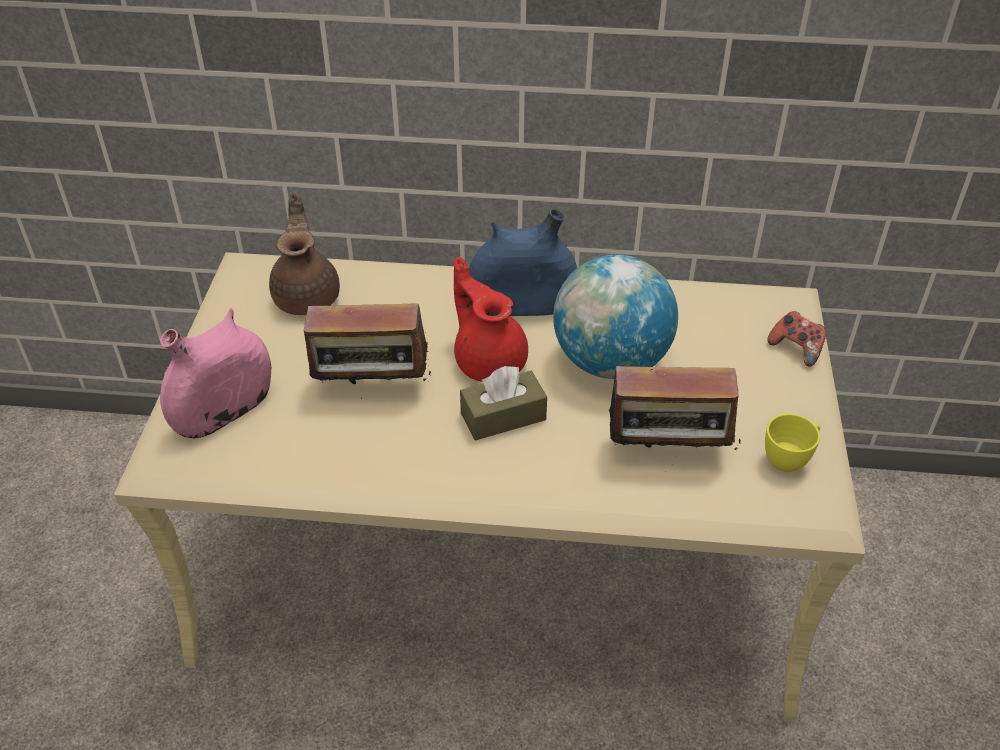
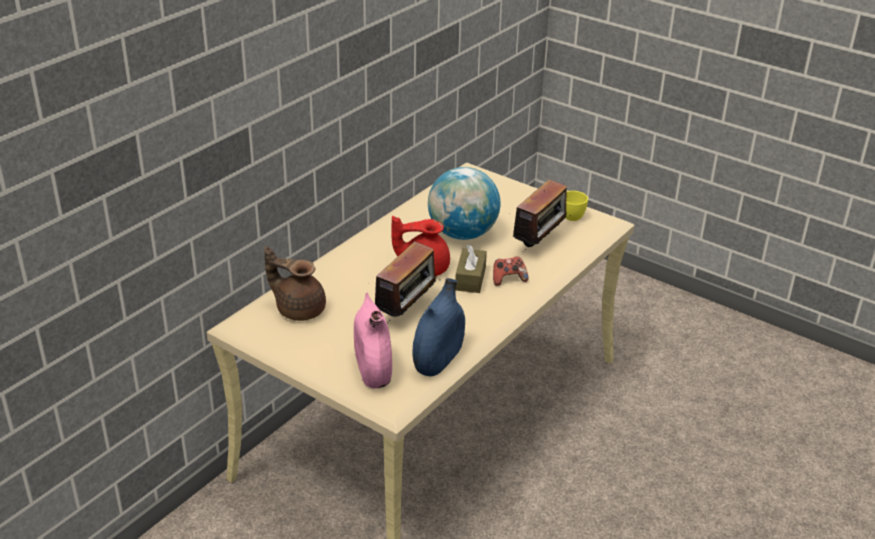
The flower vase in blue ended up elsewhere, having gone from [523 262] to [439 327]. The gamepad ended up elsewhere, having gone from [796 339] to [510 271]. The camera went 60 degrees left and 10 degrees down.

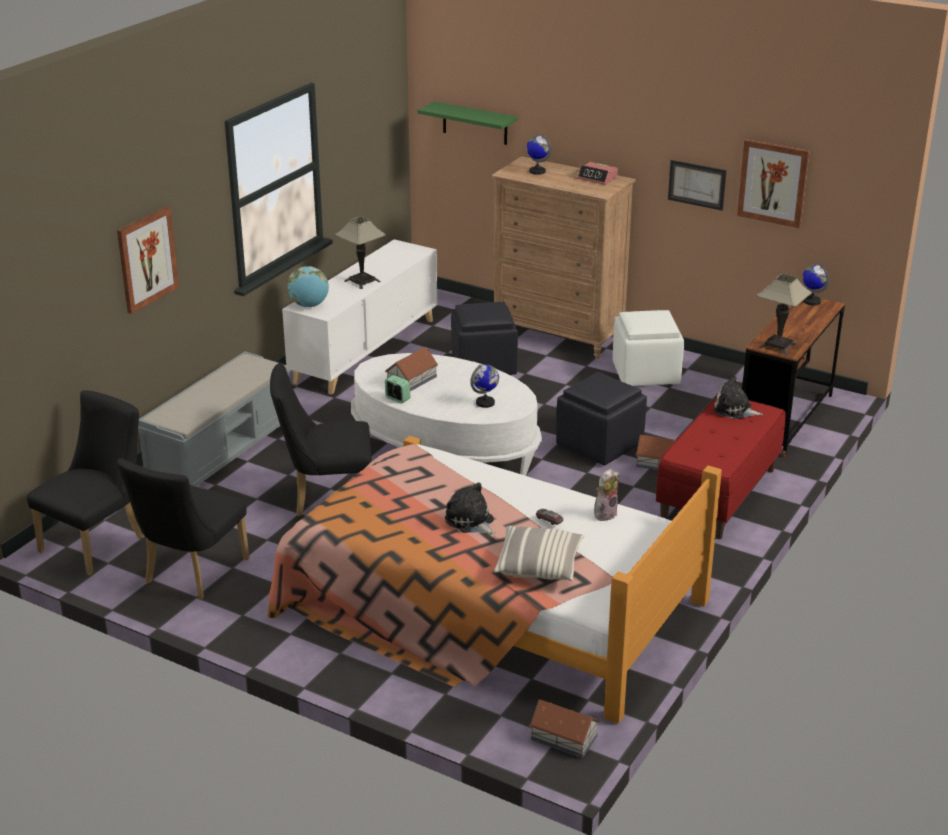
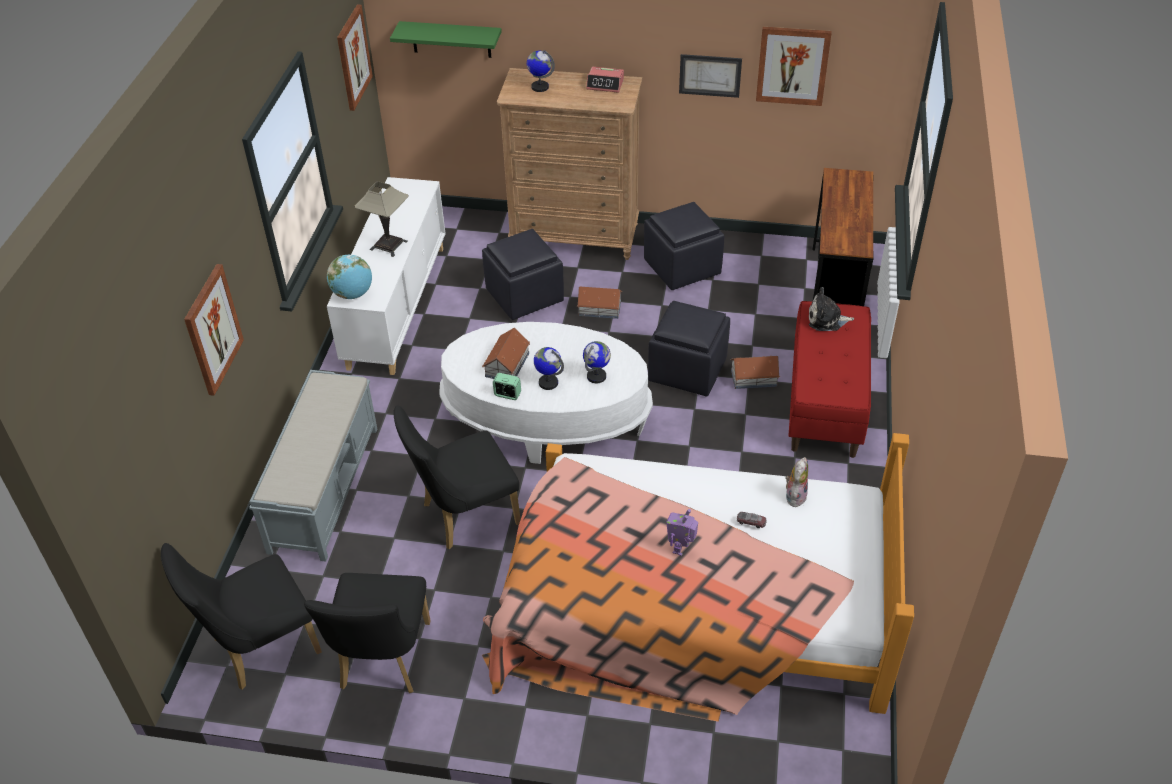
The world globe ended up elsewhere, having gone from [815 285] to [549 368]. The second view lost the lamp for a table at [784 314]. What was the pouffe in white at [648 348] turned into the pouffe in black-coloured at [684 246]. The chair in black-coloured at [85 482] ended up facing another way, 135 degrees counterclockwise from before. Where the soft toy stood at [470 508], the robot figure came to stand at [682 532]. The second view lost the pillow at [539 553]. The miniature house ended up elsewhere, having gone from [564 729] to [599 303]. The second view gained the wall art at [355 57]. The camera went 20 degrees left and 15 degrees up.

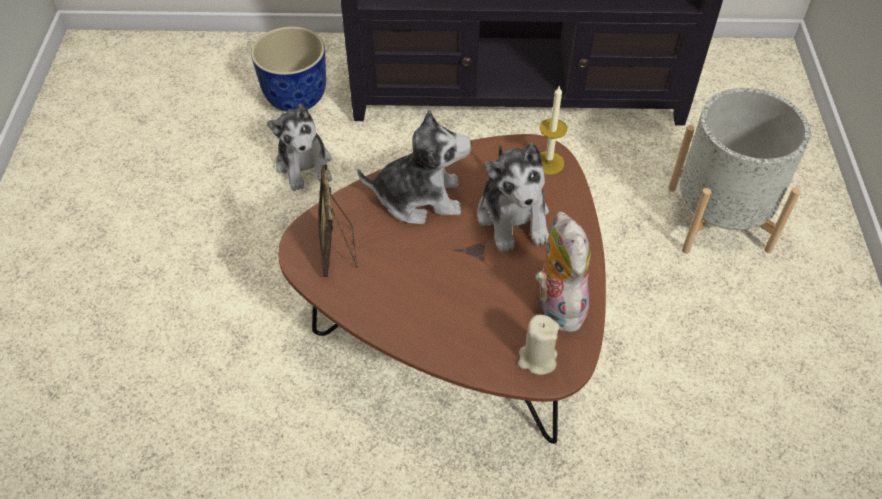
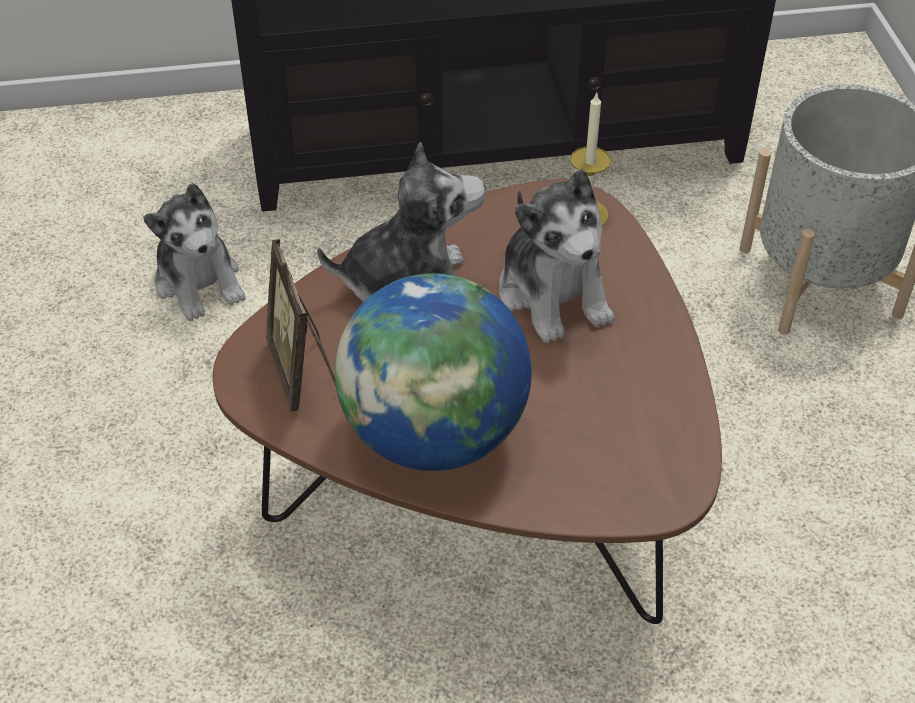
The second view lost the flower pot at [288 69]. The second view lost the soft toy at [563 271]. The second view lost the wax light in beige at [539 345]. The second view gained the world globe at [433 372]. The camera went 10 degrees left and 5 degrees down.

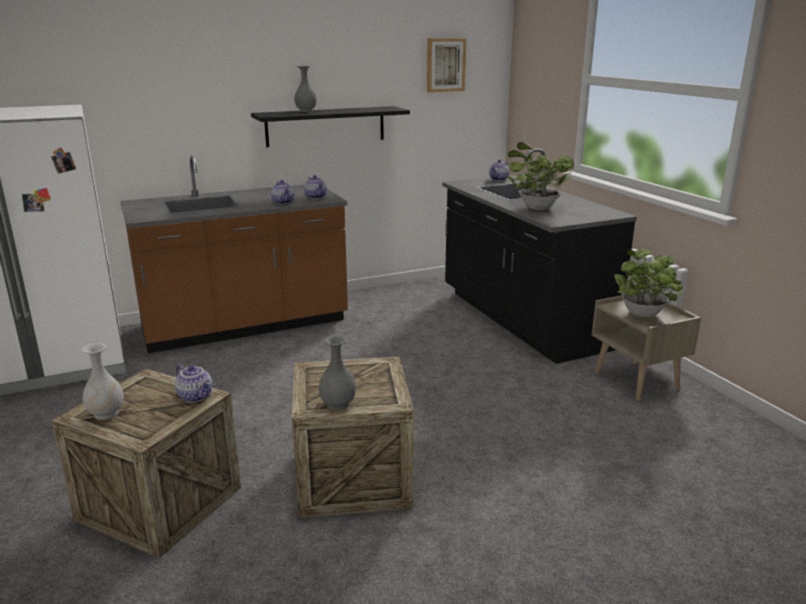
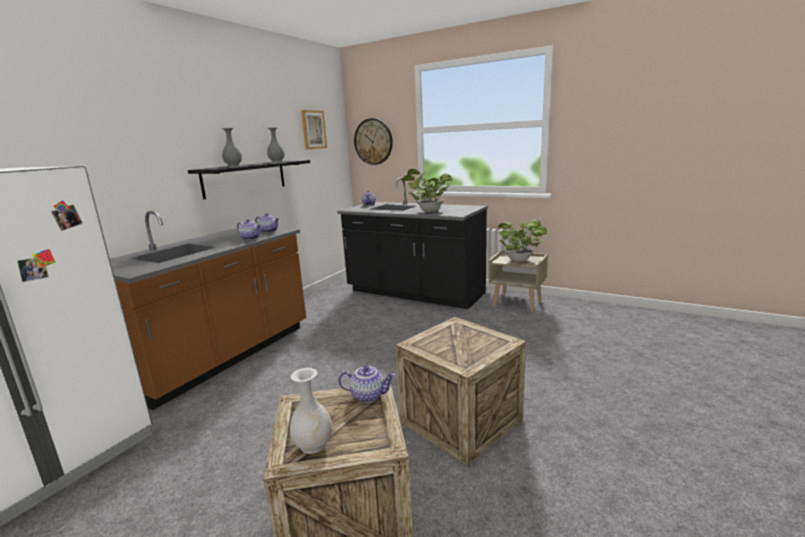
The flower vase in greyish ended up elsewhere, having gone from [337 372] to [276 145]. The second view gained the hanging clock at [373 141]. The camera went 35 degrees left and 5 degrees down.

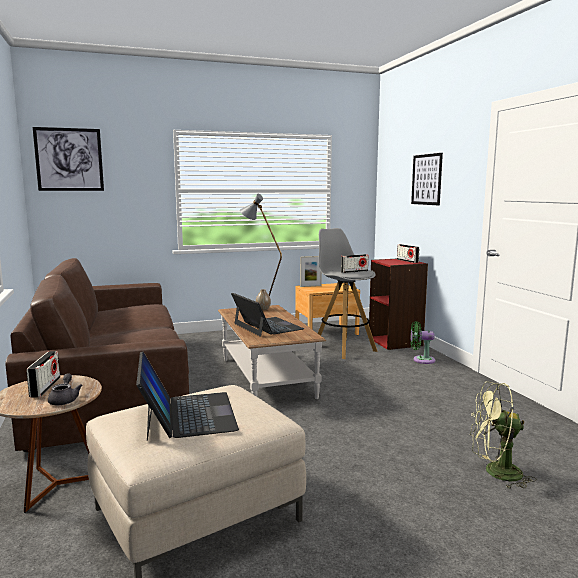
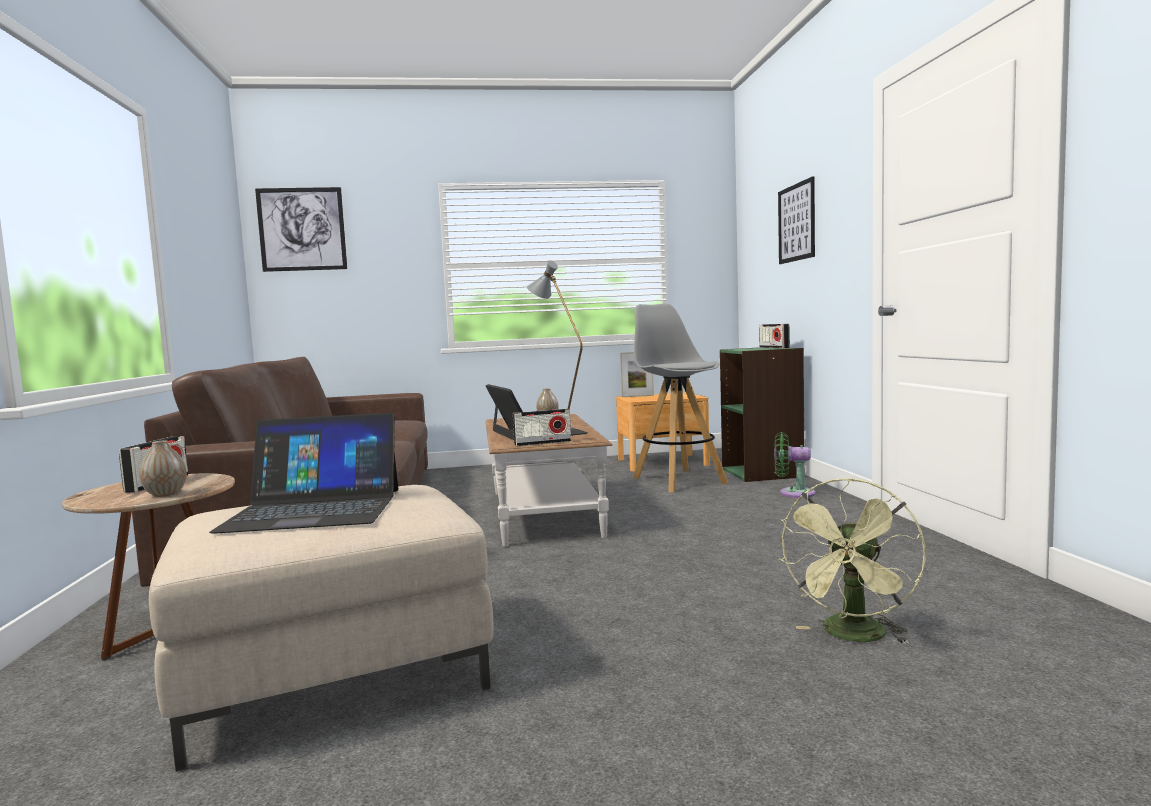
The radio receiver ended up elsewhere, having gone from [354 263] to [542 427]. What was the bookcase in red at [398 304] turned into the bookcase in greenish at [762 414]. The laptop at [187 396] ended up facing another way, 90 degrees clockwise from before. Where the teapot in greyish stood at [65 389], the flower vase came to stand at [163 469]. The cooling fan in greenish at [503 435] ended up facing another way, 75 degrees counterclockwise from before. The camera went 10 degrees right and 5 degrees down.

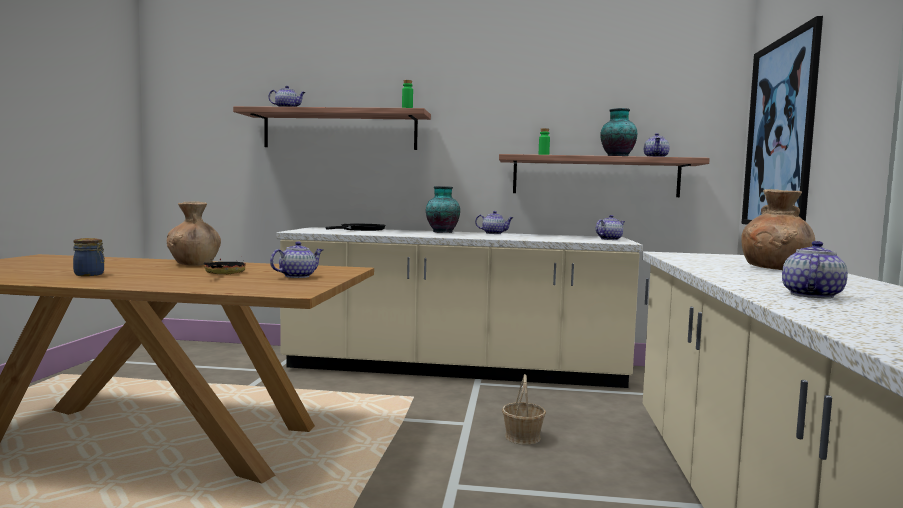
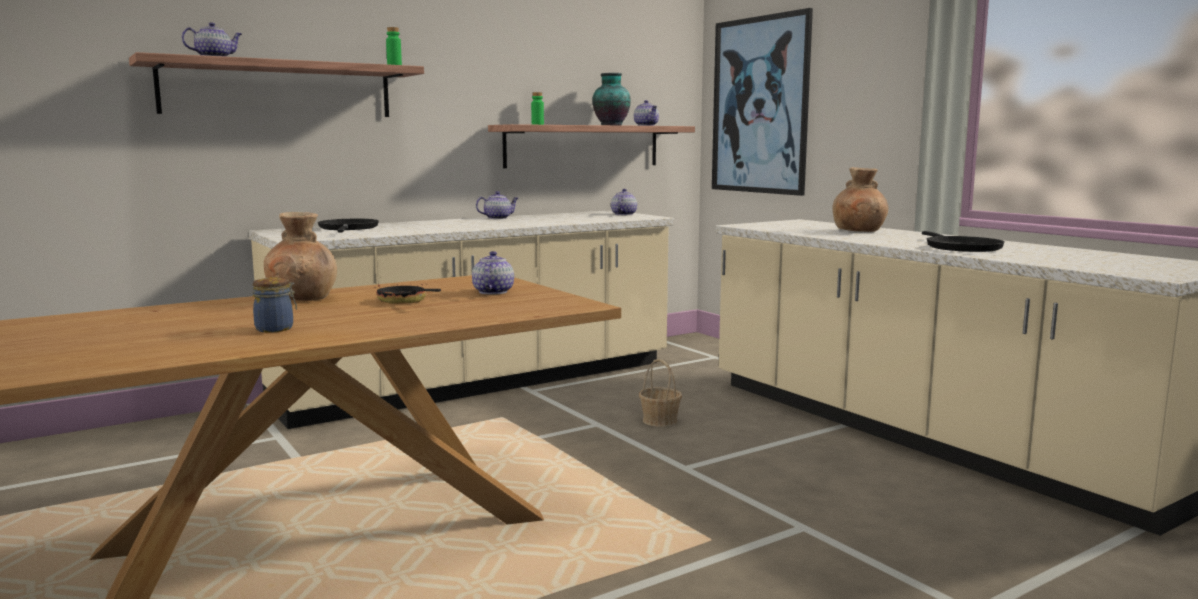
The second view lost the flower vase at [443 209]. Where the teapot stood at [815 270], the frying pan in black-coloured came to stand at [963 241]. The camera went 40 degrees left and 5 degrees up.

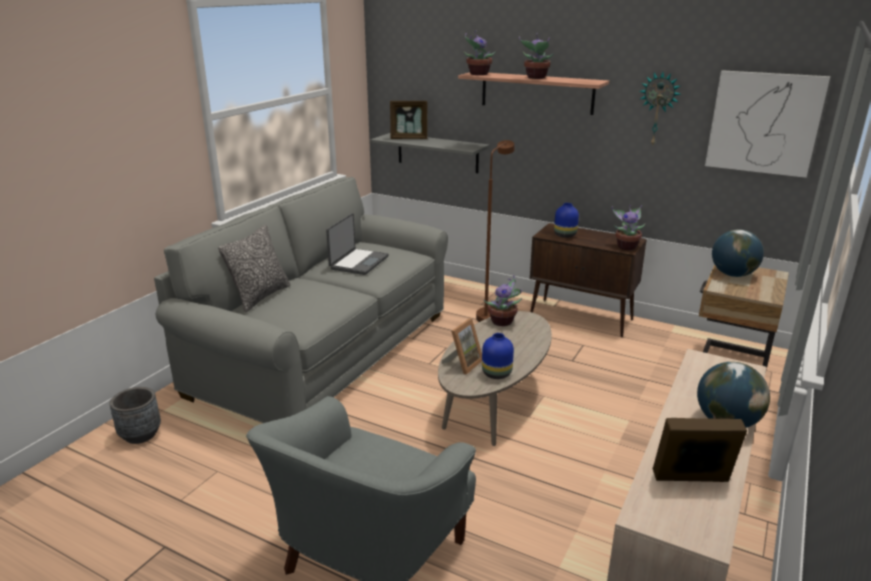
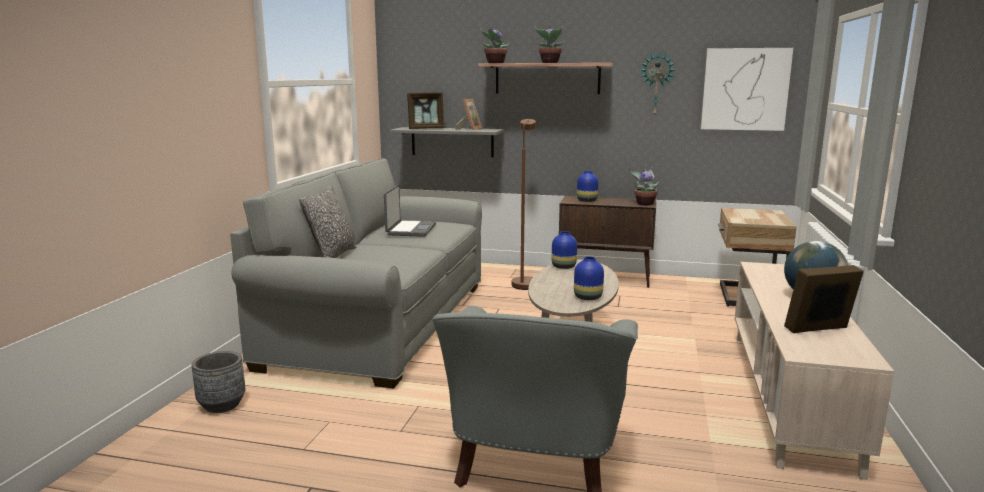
The second view lost the world globe at [738 253]. Where the plant in a pot stood at [503 300], the flower vase in blue came to stand at [564 250]. The picture frame ended up elsewhere, having gone from [462 346] to [468 114]. The camera went 15 degrees left and 10 degrees down.

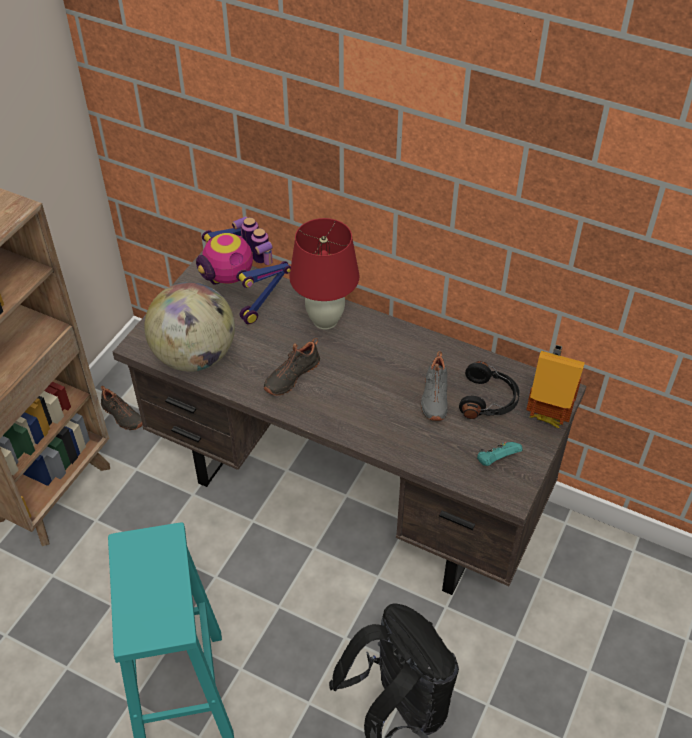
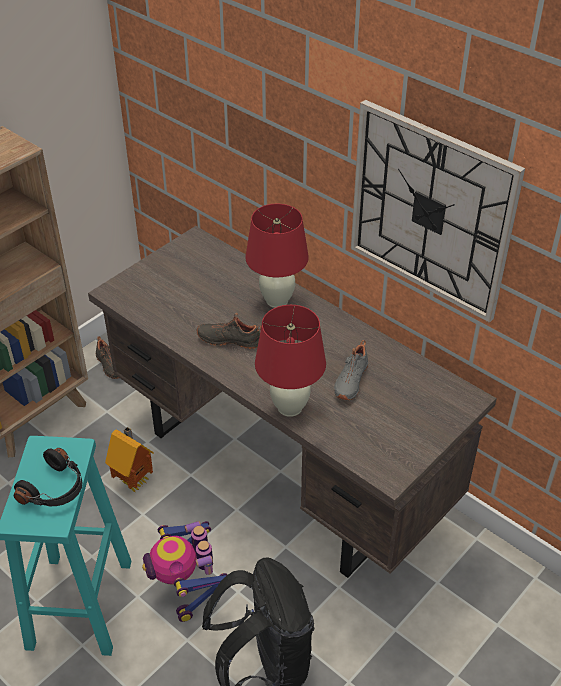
The robot figure ended up elsewhere, having gone from [243 270] to [184 571]. The second view lost the world globe at [189 327]. The shoe in black-coloured at [292 367] ended up facing another way, 45 degrees clockwise from before. The miniature house ended up elsewhere, having gone from [555 386] to [129 459]. The headset in black-coloured ended up elsewhere, having gone from [489 390] to [48 477]. The second view lost the gamepad in turquoise-coloured at [500 454]. The second view gained the hanging clock at [438 211]. The second view gained the lamp for a table in red at [290 361]. The camera went 15 degrees right and 5 degrees down.

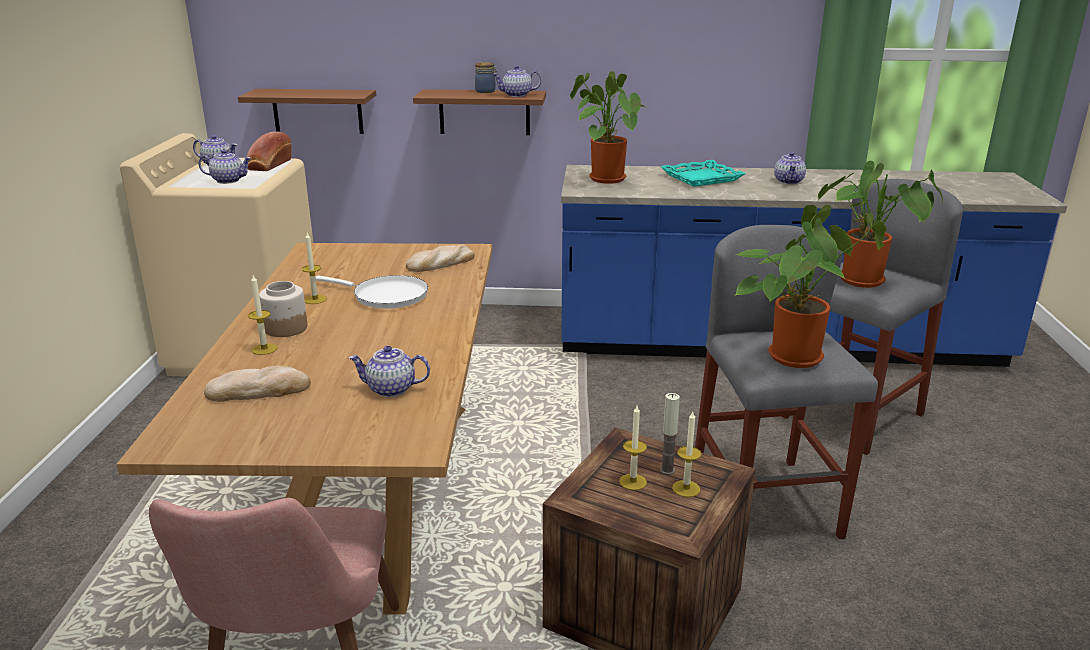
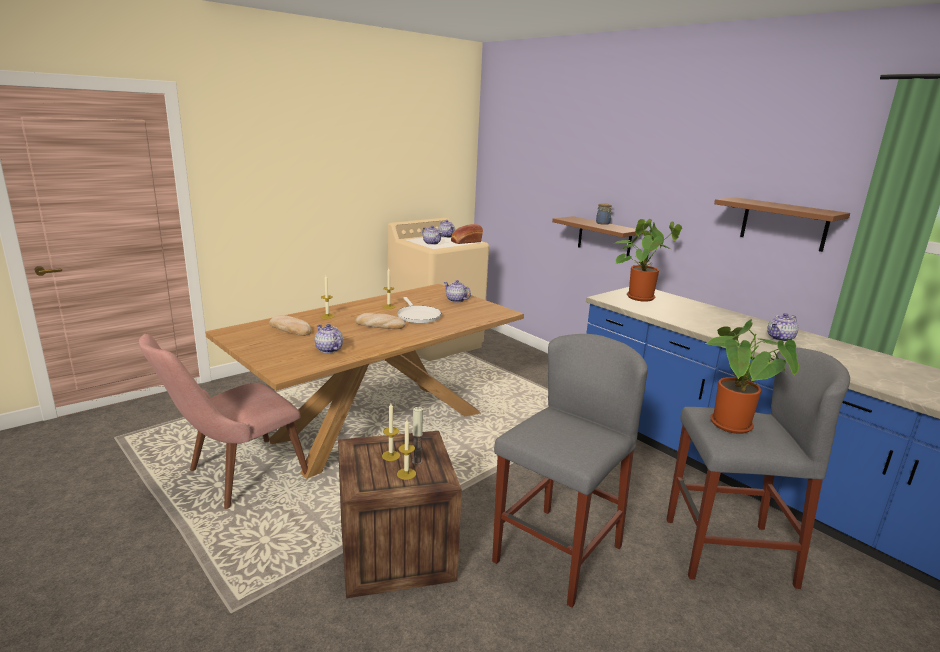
The teapot ended up elsewhere, having gone from [517 81] to [457 291]. The bracket shelf in brown-coloured ended up elsewhere, having gone from [307 111] to [782 224]. The second view lost the tray in turquoise-coloured at [703 173]. The second view lost the plant in a pot at [810 286]. The baked bread ended up elsewhere, having gone from [440 258] to [380 321]. The second view lost the preserve jar at [283 309]. The camera went 45 degrees right and 5 degrees down.

